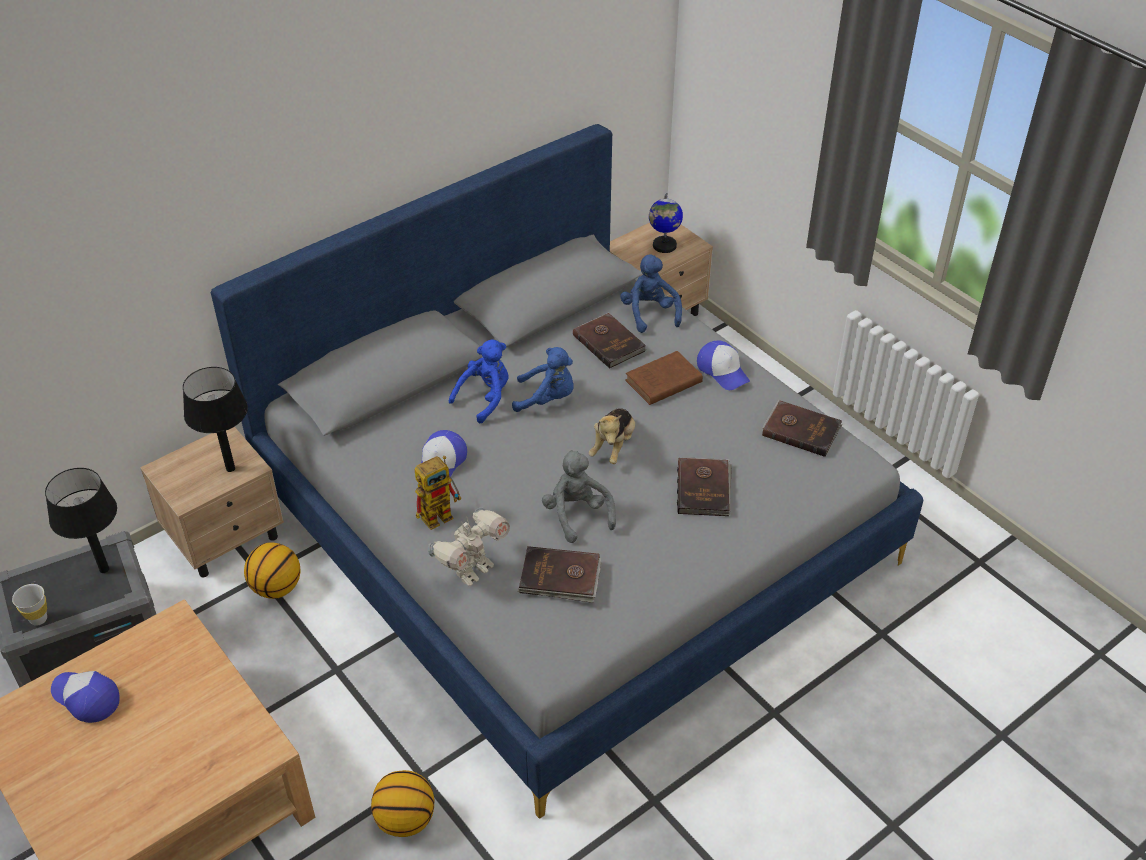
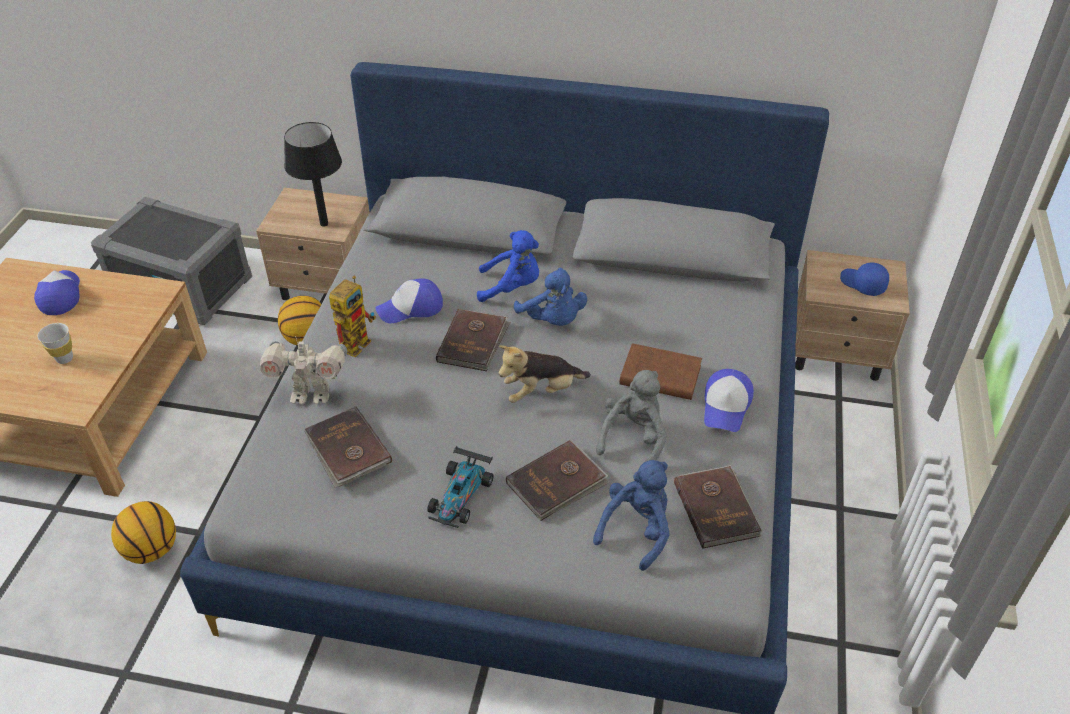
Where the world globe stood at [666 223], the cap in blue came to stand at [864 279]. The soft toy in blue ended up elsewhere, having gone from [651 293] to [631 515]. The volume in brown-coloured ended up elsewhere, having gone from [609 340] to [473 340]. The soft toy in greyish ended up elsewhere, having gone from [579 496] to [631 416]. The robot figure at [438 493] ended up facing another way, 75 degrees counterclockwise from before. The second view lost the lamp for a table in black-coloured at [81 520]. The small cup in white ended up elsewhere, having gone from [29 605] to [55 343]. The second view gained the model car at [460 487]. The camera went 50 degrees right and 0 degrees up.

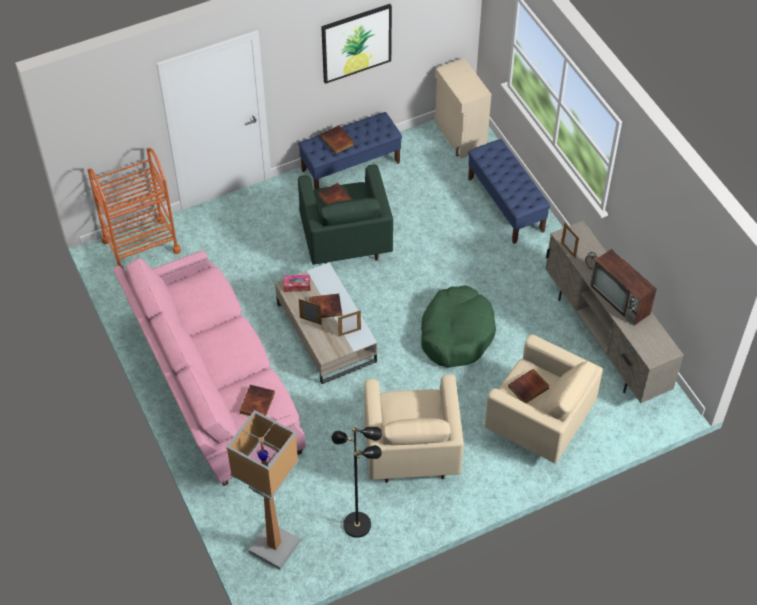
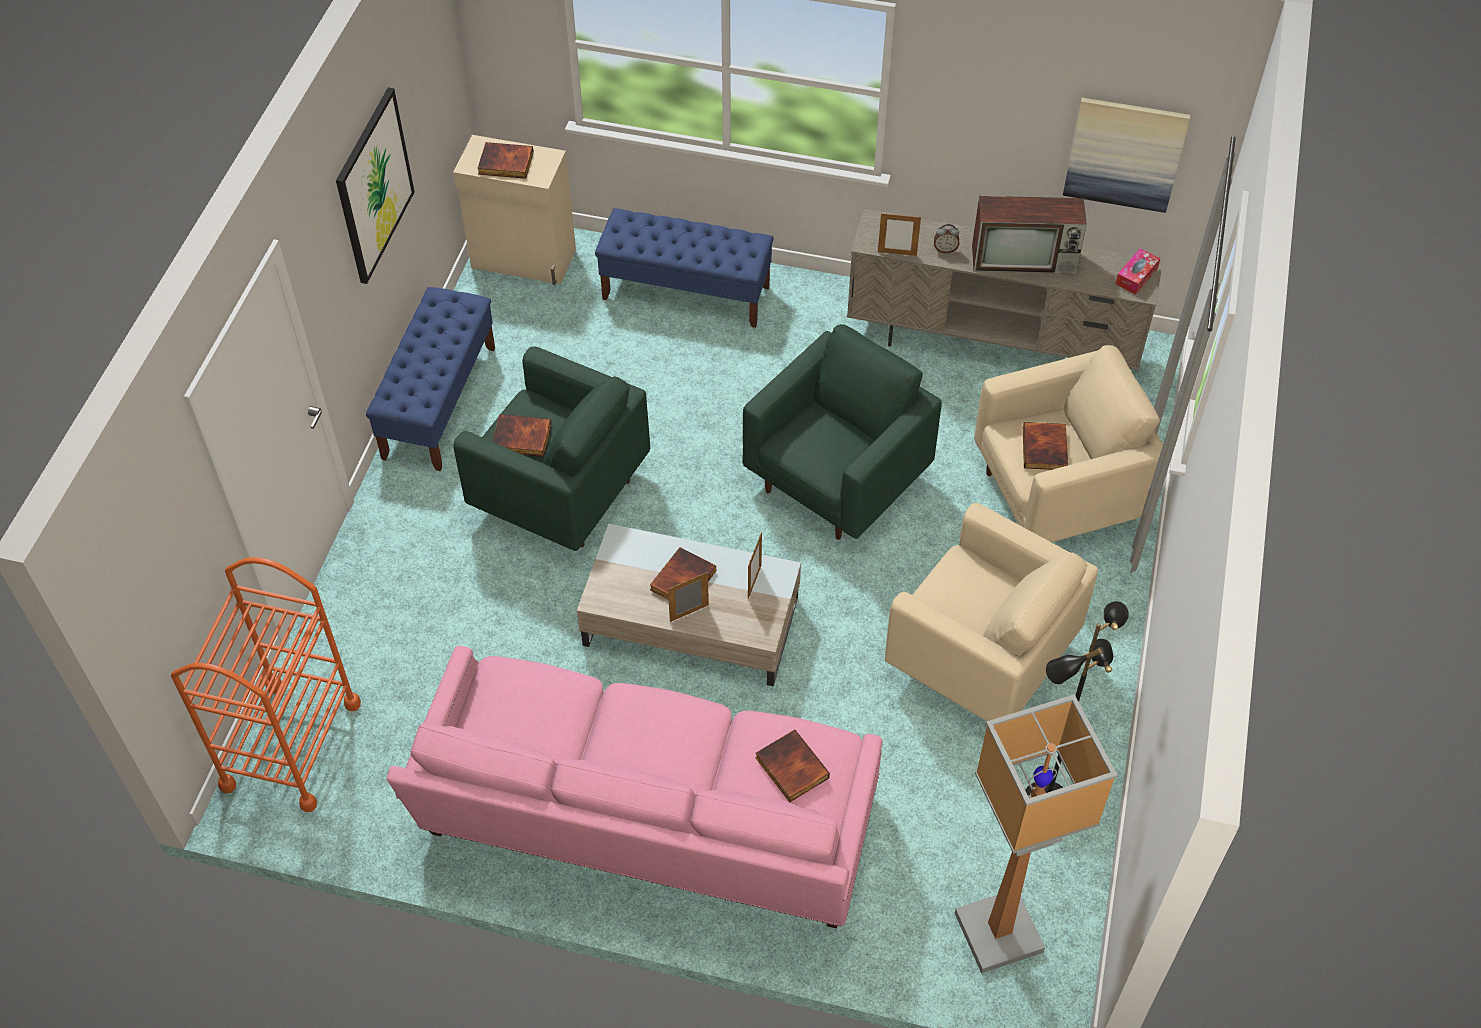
The volume ended up elsewhere, having gone from [337 139] to [506 160]. The tissue box ended up elsewhere, having gone from [297 283] to [1137 272]. Where the dog cushion in greenish stood at [458 326], the armchair in greenish came to stand at [842 432]. The second view gained the wall art at [1127 155]. The camera went 50 degrees left and 0 degrees up.

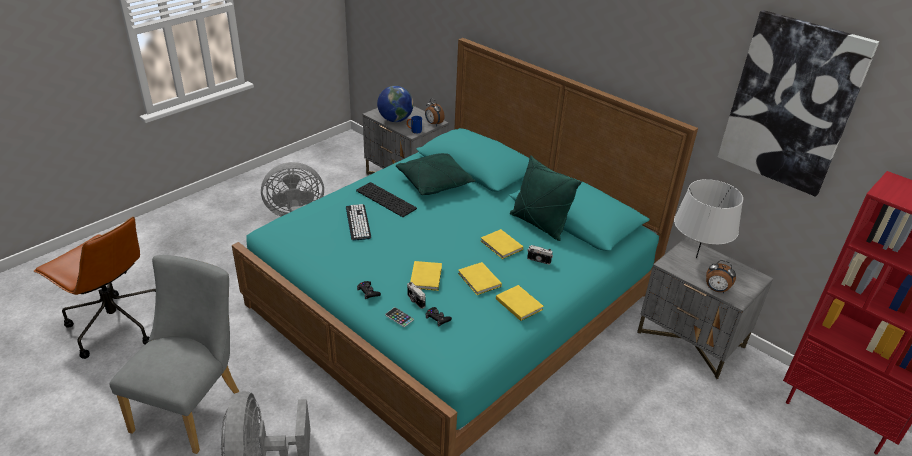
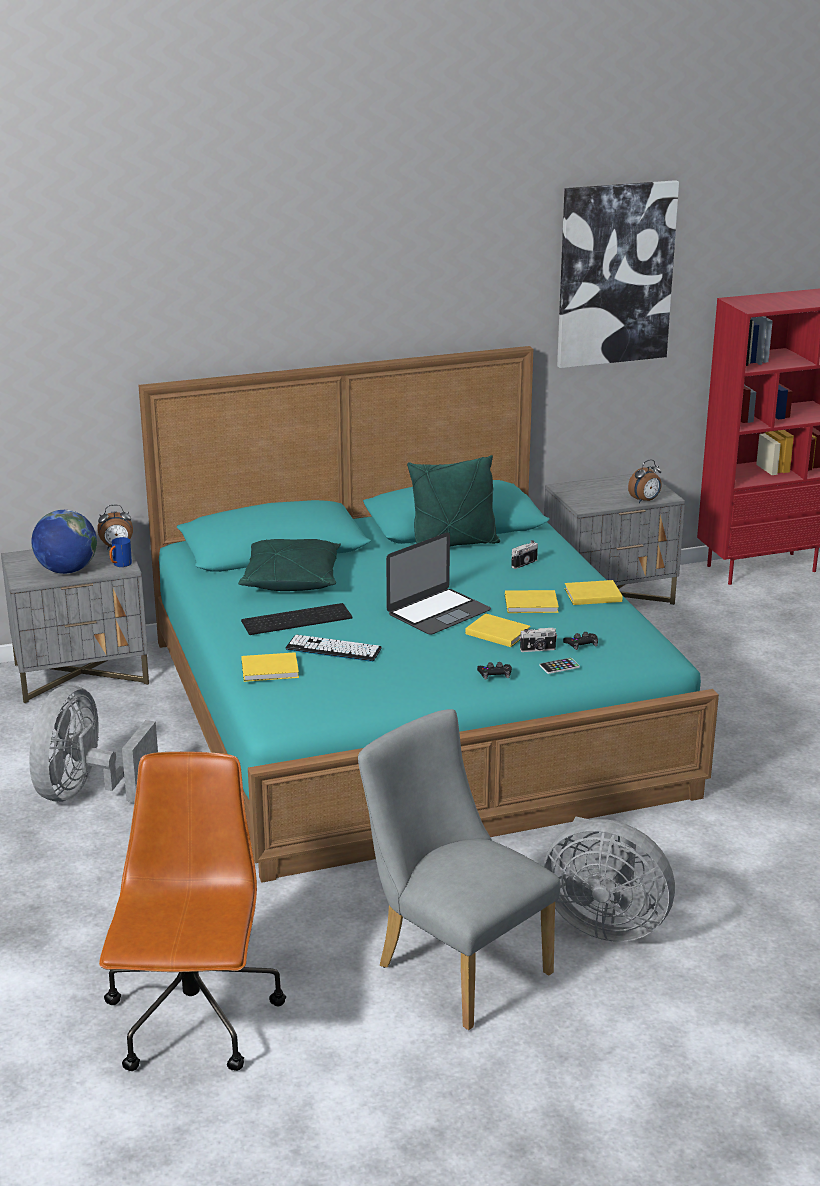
The second view lost the lamp for a table in greyish at [708 218]. The desk chair in brown-coloured at [95 288] ended up facing another way, 60 degrees counterclockwise from before. The volume in yellowish ended up elsewhere, having gone from [502 244] to [270 667]. The second view gained the laptop at [438 583]. The camera went 60 degrees left and 10 degrees down.

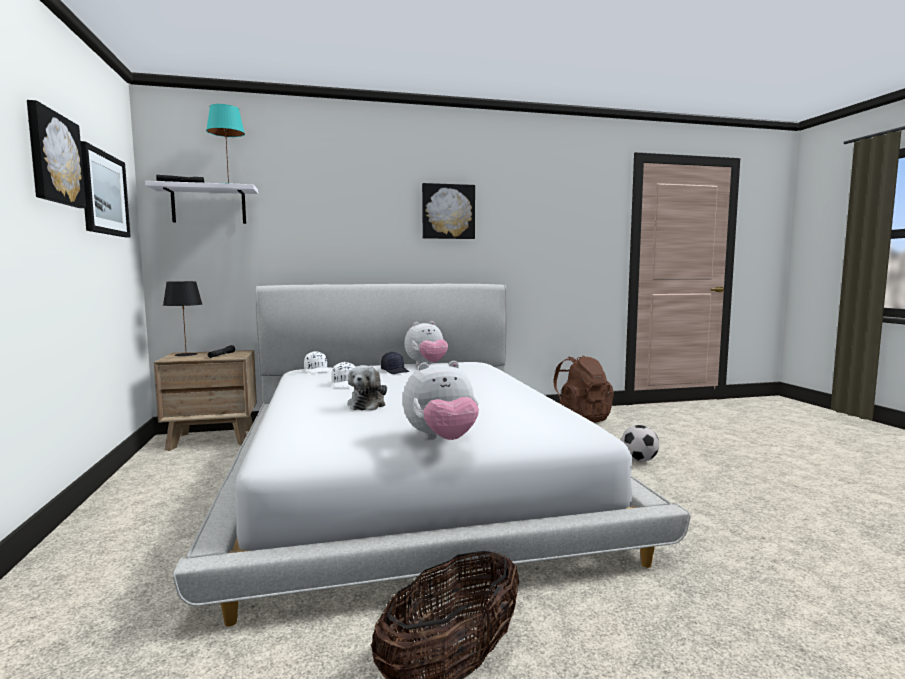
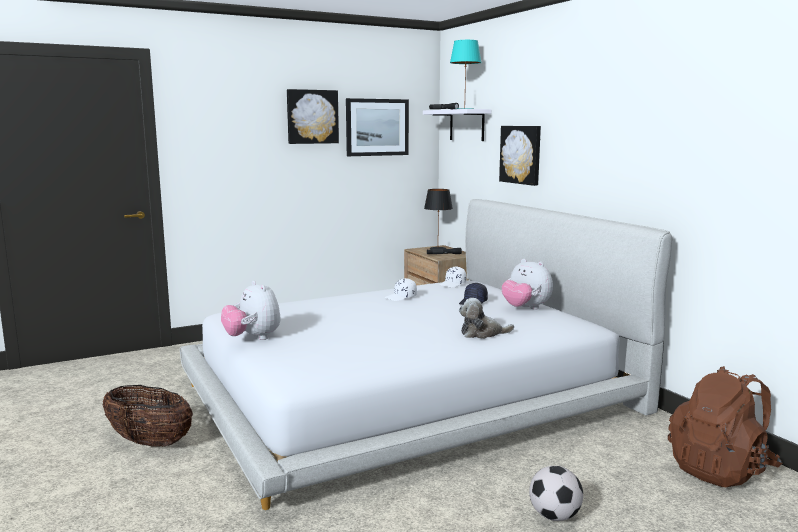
The wall art ended up elsewhere, having gone from [448 211] to [520 156]. The soft toy ended up elsewhere, having gone from [367 387] to [486 318]. The camera went 75 degrees right and 5 degrees up.

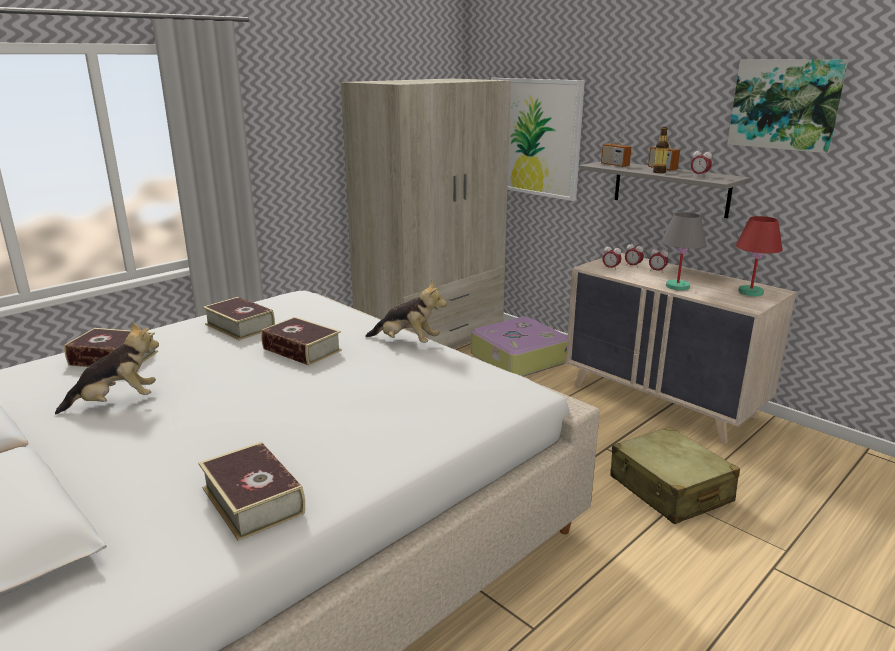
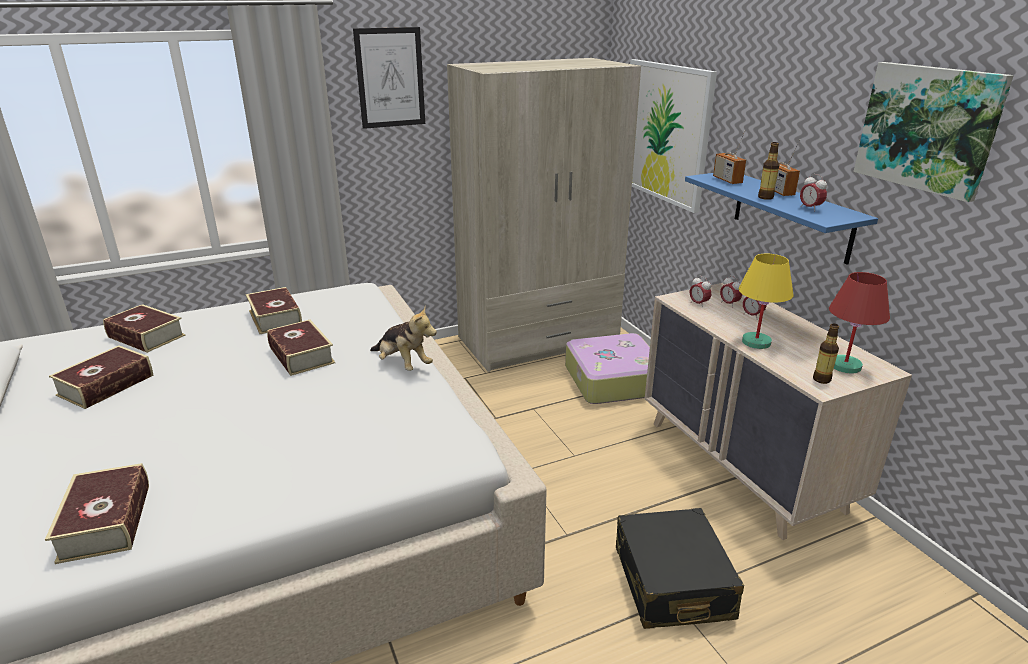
What was the bracket shelf in greyish at [665 189] turned into the bracket shelf in blue at [781 219]. What was the lamp for a table in greyish at [684 251] turned into the lamp for a table in yellowish at [766 301]. Where the soft toy stood at [107 368], the volume came to stand at [101 377]. What was the piece of luggage in beige at [675 475] turned into the piece of luggage in black-coloured at [680 568]. The second view gained the wall art at [389 78]. The second view gained the bottle at [826 354]. The camera went 20 degrees right and 5 degrees up.

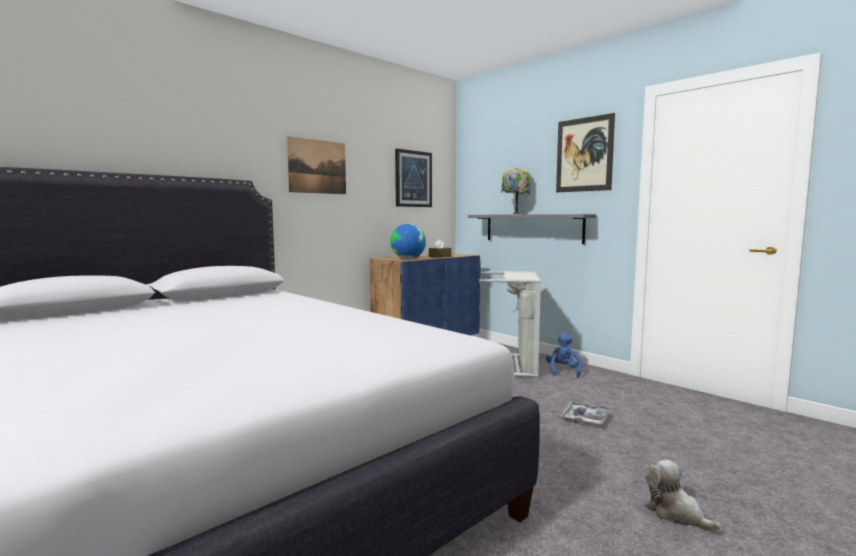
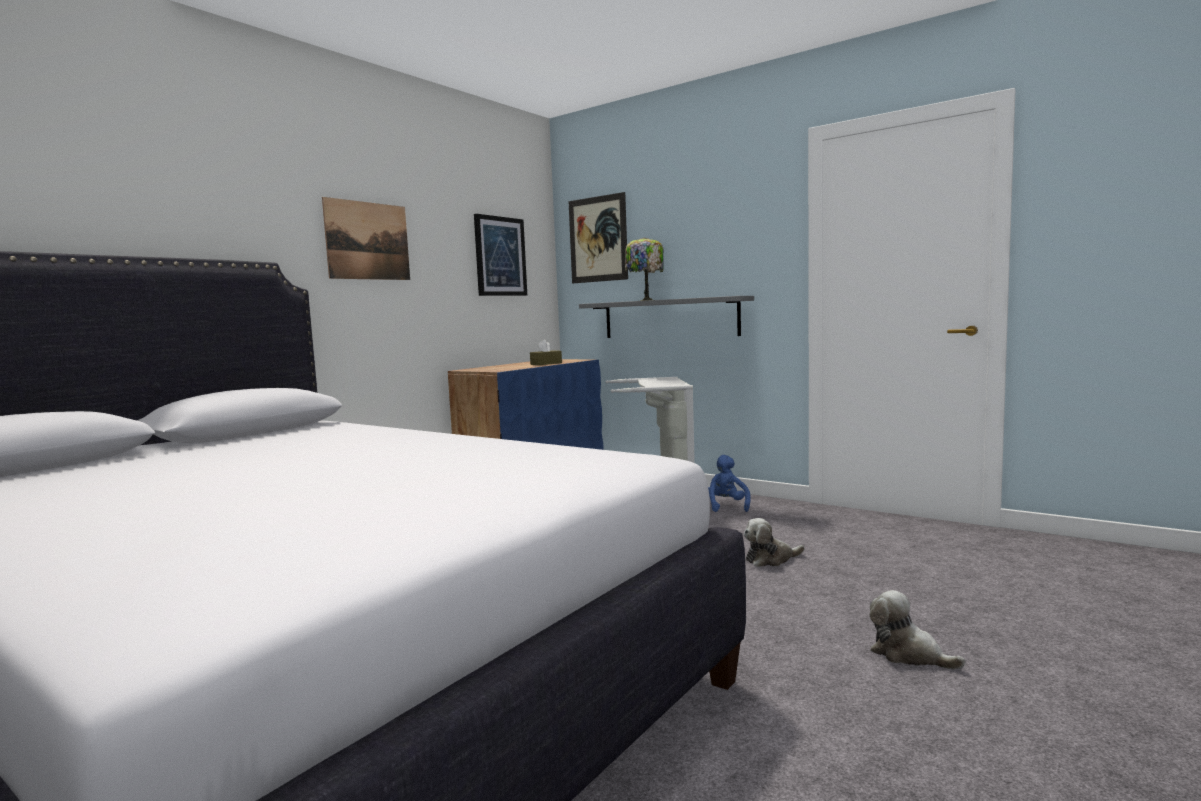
The wall art ended up elsewhere, having gone from [585 152] to [598 237]. The second view lost the world globe at [408 241]. Where the tray stood at [586 413], the soft toy came to stand at [774 542]. The camera went 10 degrees left and 0 degrees up.

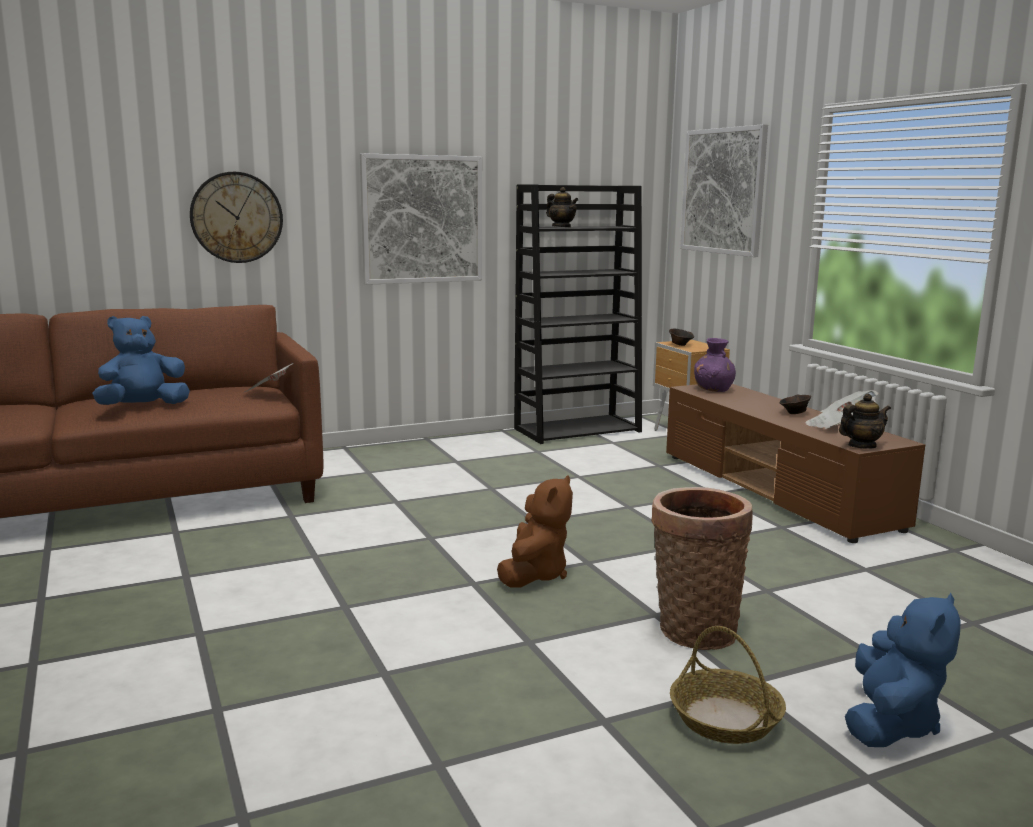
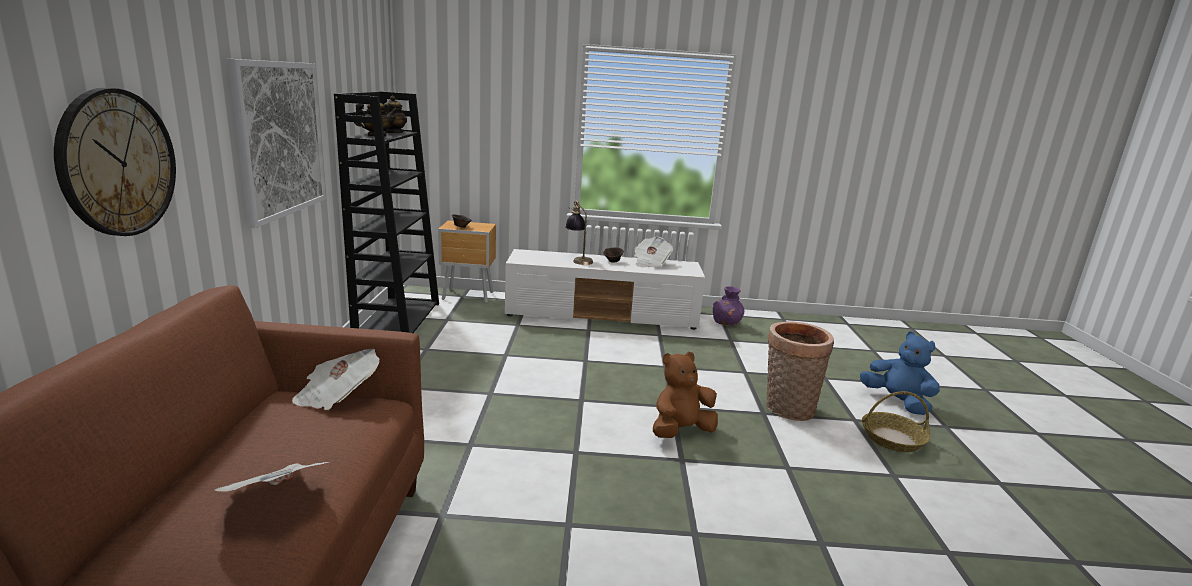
The second view lost the wall art at [724 190]. Where the soft toy in blue stood at [141 360], the newspaper came to stand at [271 477]. The flower vase in purple ended up elsewhere, having gone from [715 365] to [728 306]. What was the media console in brown-coloured at [795 463] turned into the media console in white at [605 289]. The teapot ended up elsewhere, having gone from [865 421] to [395 114]. The soft toy in brown-coloured at [535 532] ended up facing another way, 75 degrees counterclockwise from before. The second view gained the lamp for a table at [579 232]. The camera went 65 degrees left and 5 degrees up.

